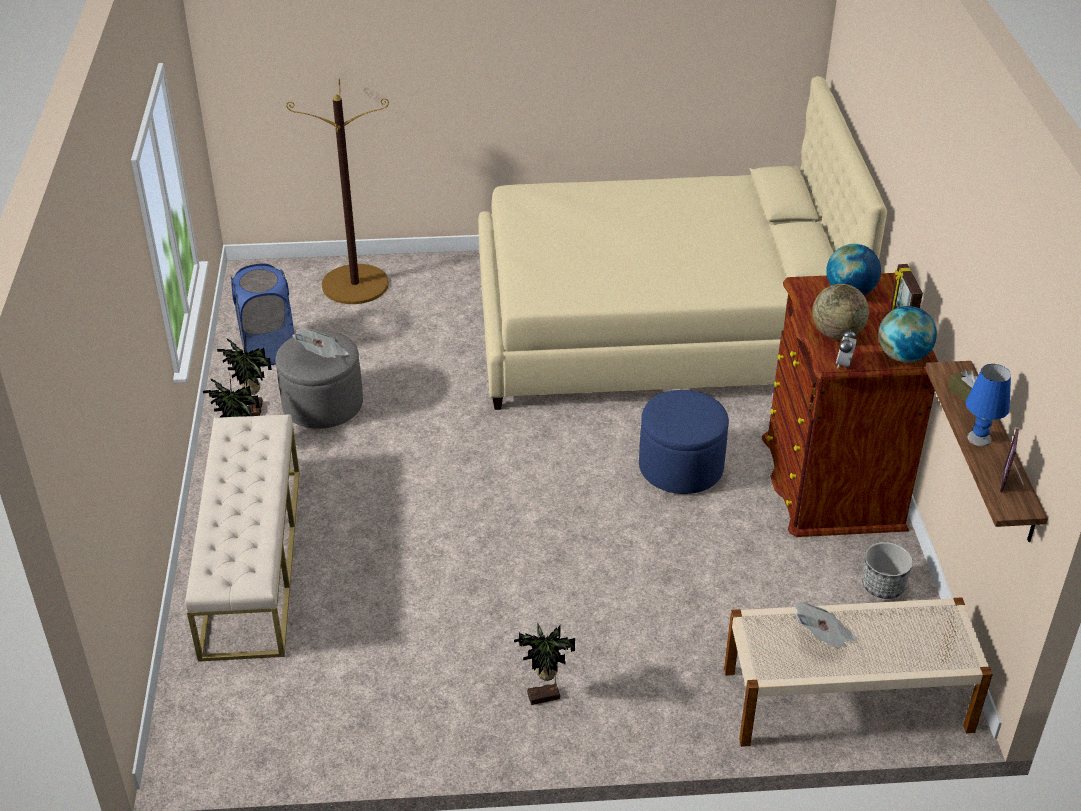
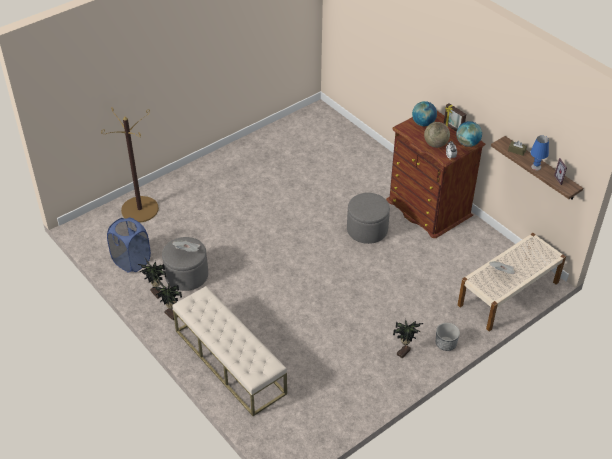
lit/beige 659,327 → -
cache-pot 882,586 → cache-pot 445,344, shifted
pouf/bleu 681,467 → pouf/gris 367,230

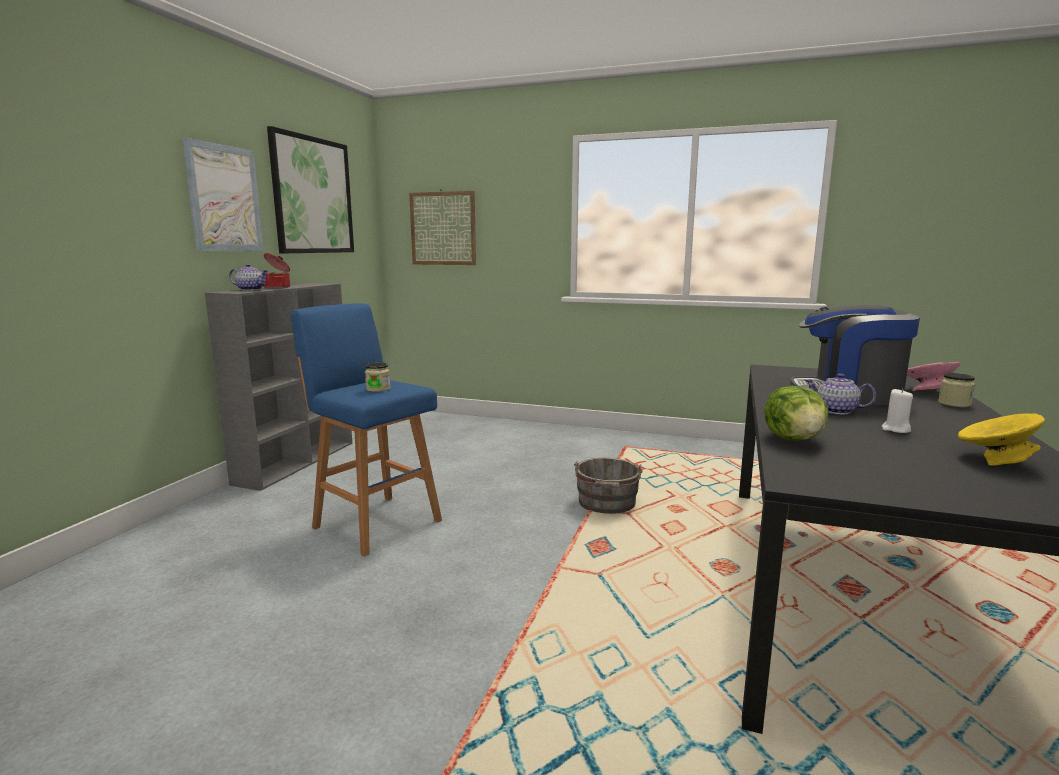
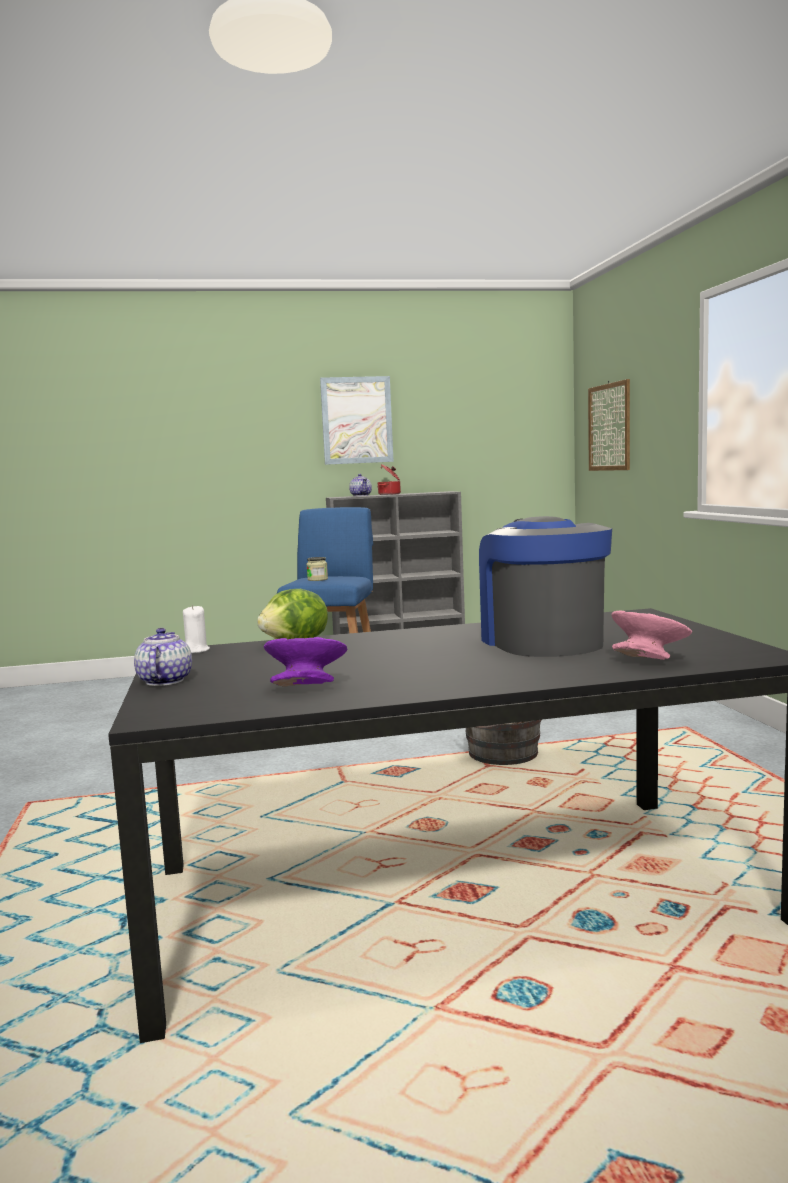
tableau 312,196 → -
bocal 954,403 → -
théière 836,411 → théière 164,681, shifted
bougie/blanc 895,429 → bougie/blanc 196,650, shifted
bol/jaune 994,460 → bol/violet 307,687

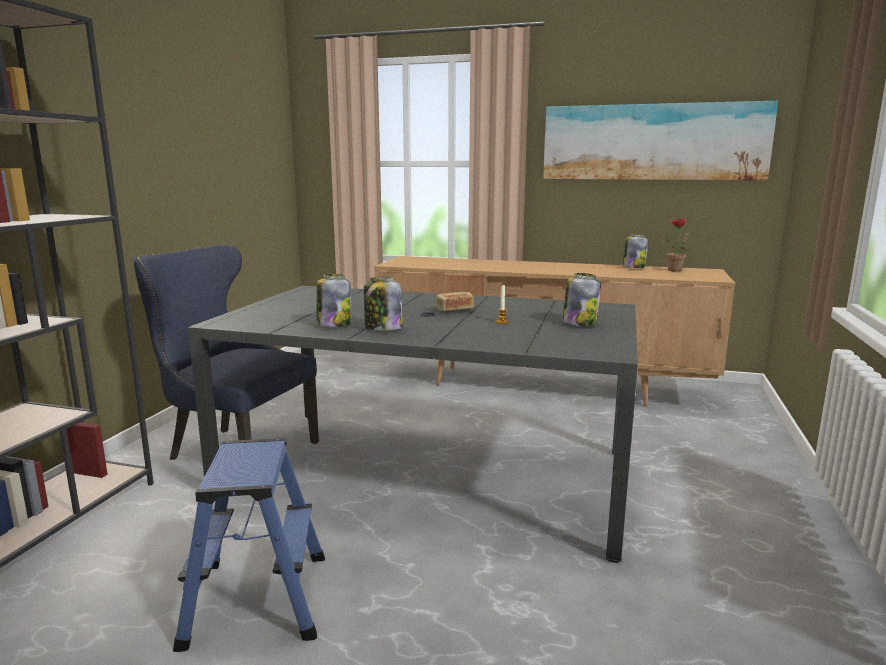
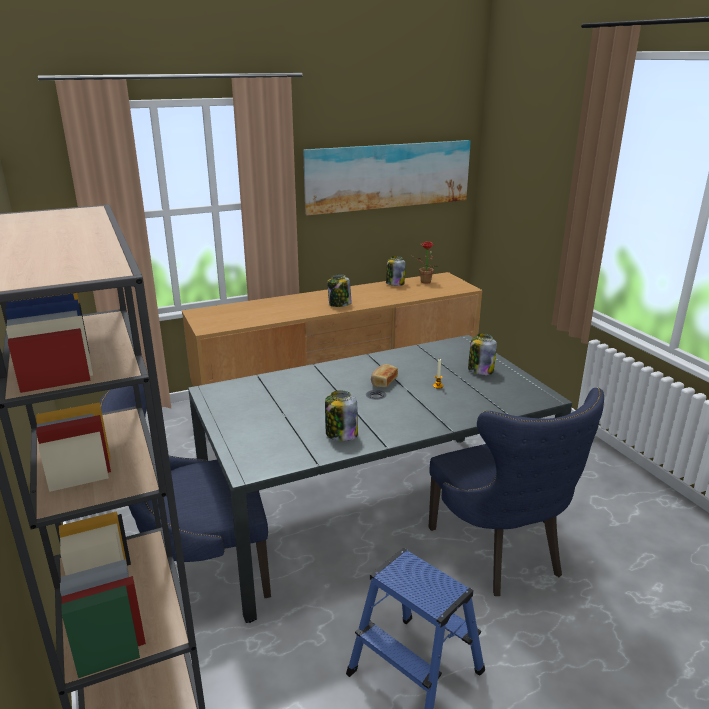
- → chaise/bleu 500,552
bocal 383,328 → bocal 339,304, shifted

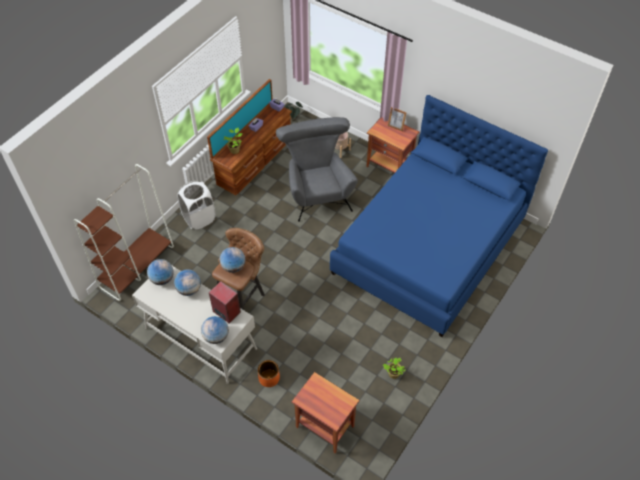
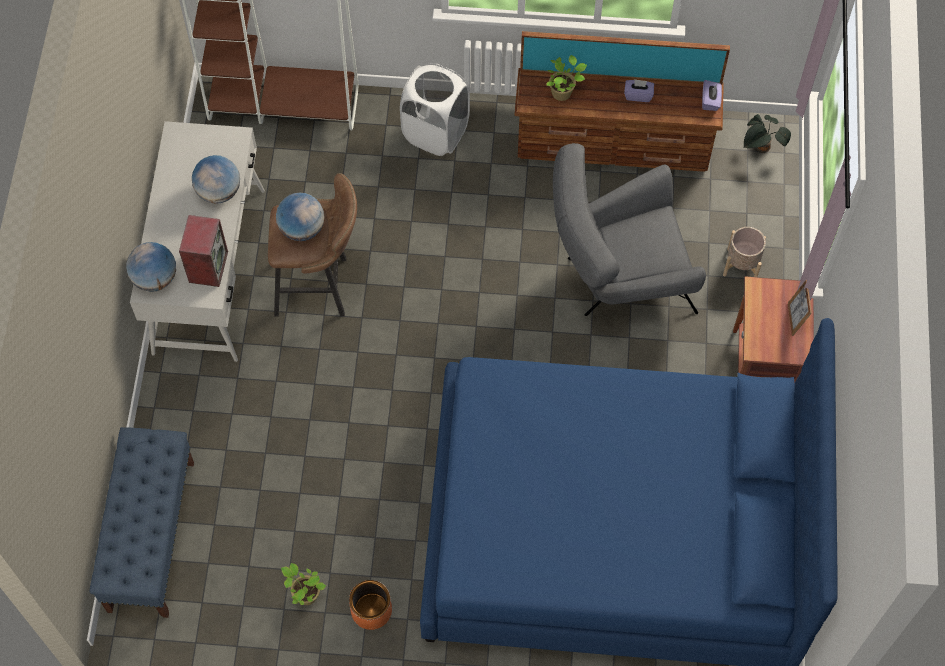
globe 162,279 → -
cache-pot/orange 269,378 → cache-pot/orange 371,610, shifted
table de chevet 324,427 → banc/bleu 151,535
fauteuil/gris 317,191 → fauteuil/gris 616,279, 150 degrees counterclockwise

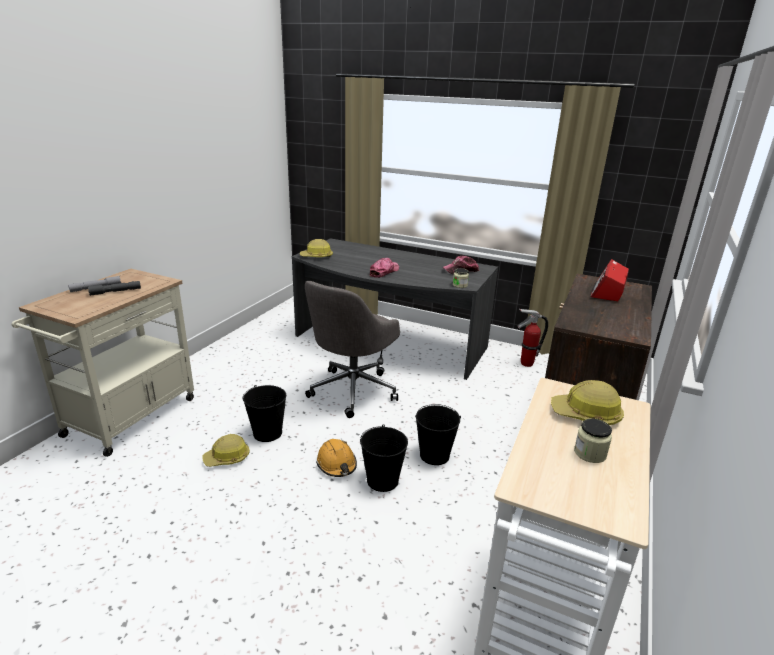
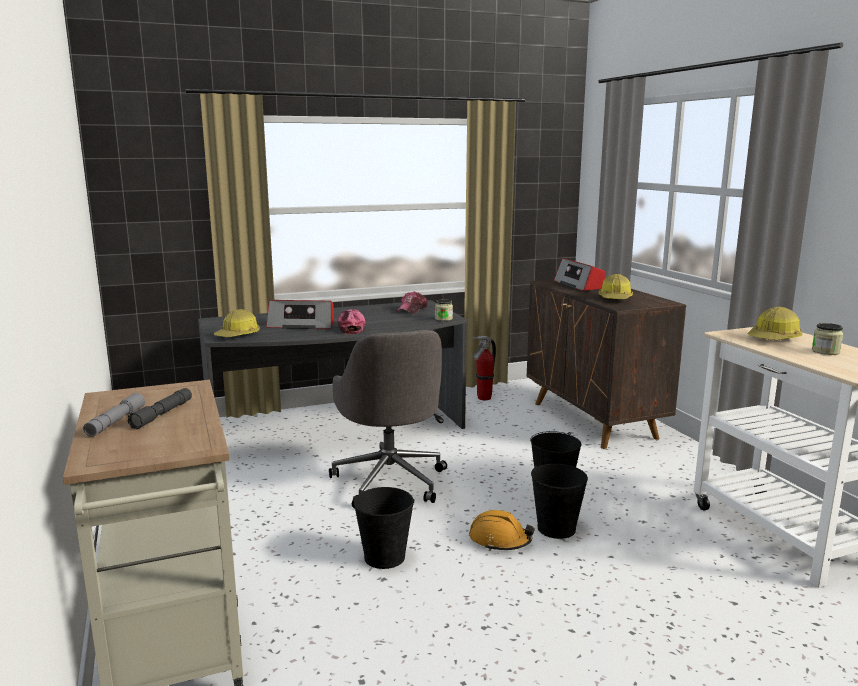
- → radio 302,325
casque de chantier 227,458 → casque de chantier 615,298, shifted

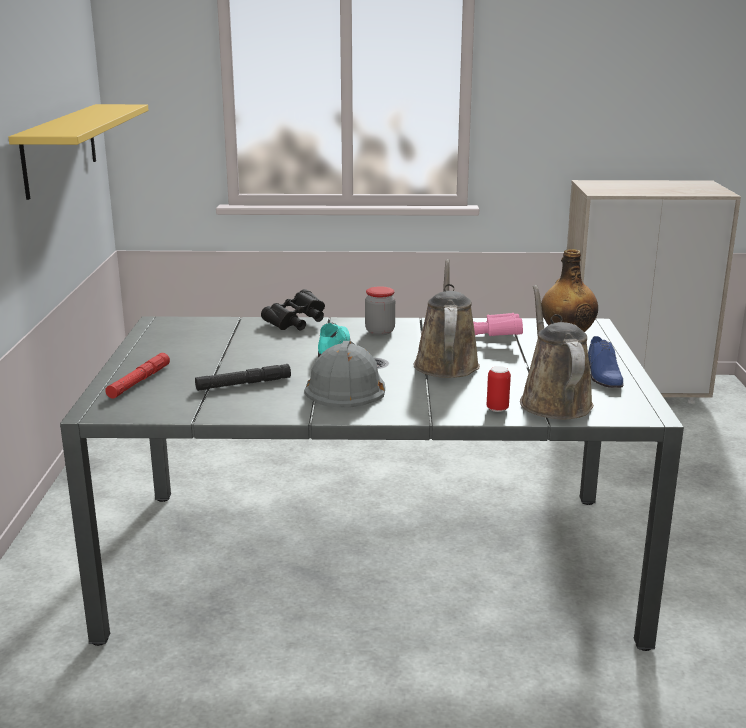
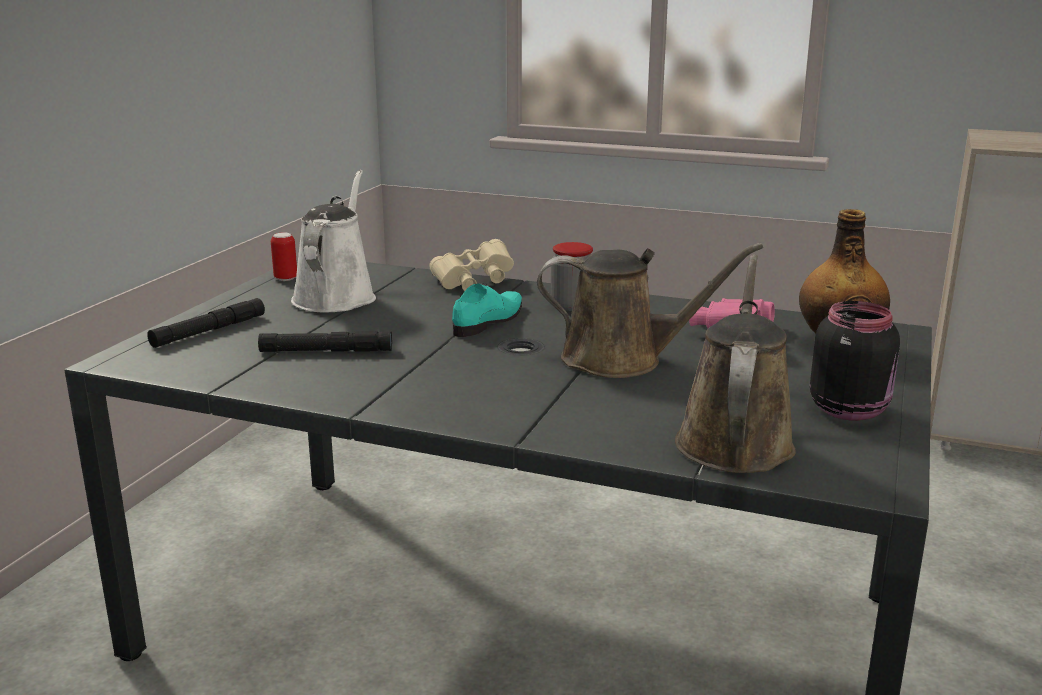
étagère/jaune 60,148 → -
casque de chantier/gris 346,386 → -
- → arrosoir/blanc 336,296
boîte métallique 497,409 → boîte métallique 286,278, shifted
chaussure/bleu 602,374 → bocal/noir 850,409
lampe de poche/rouge 139,381 → lampe de poche/noir 209,331
jumelles/noir 296,323 → jumelles/beige 474,283
arrosoir/marron 446,363 → arrosoir/marron 622,359, 75 degrees clockwise

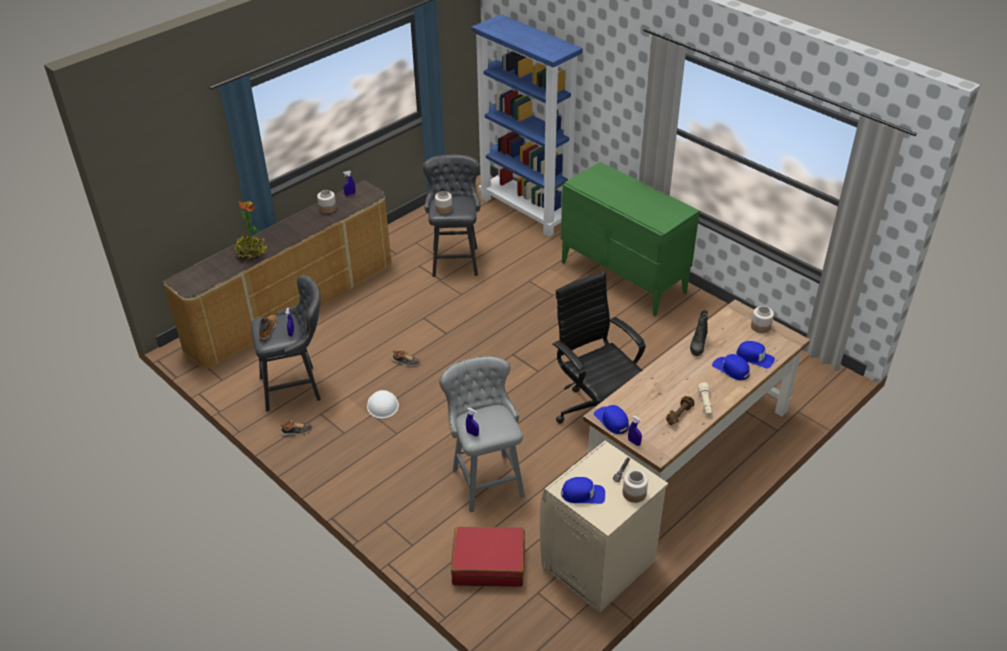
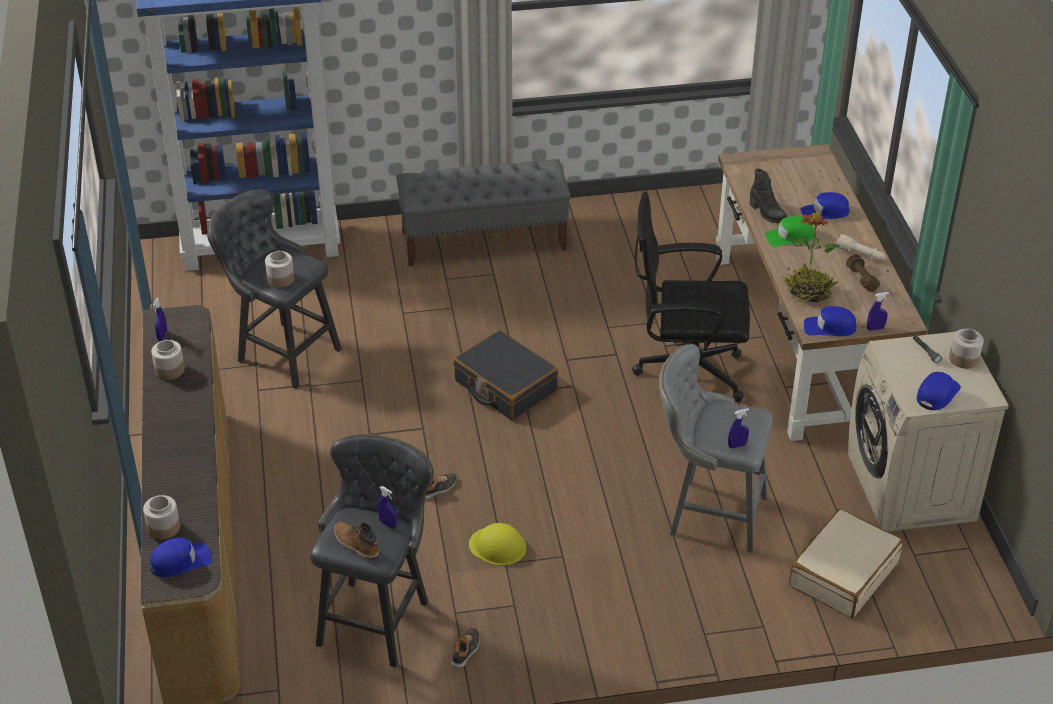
- → valise/noir 505,386
- → casquette/vert 789,237
plante en pot 251,253 → plante en pot 809,292, shifted
casquette/bleu 755,357 → casquette/bleu 181,561, shifted
bocal 761,326 → bocal 164,527, shifted
meuble de rangement/vert 623,278 → banc/gris 484,240
casque de chantier/blanc 382,405 → casque de chantier/jaune 498,546
valise/rouge 488,563 → valise/beige 843,574

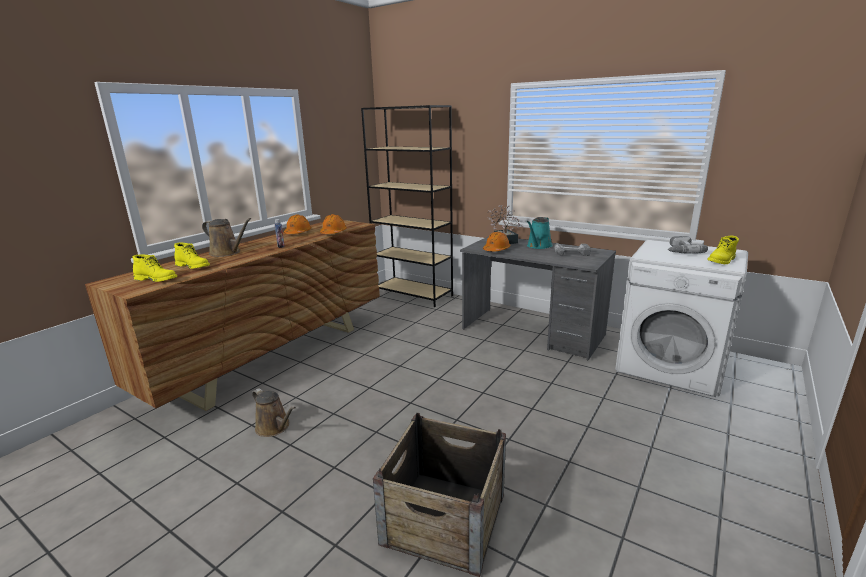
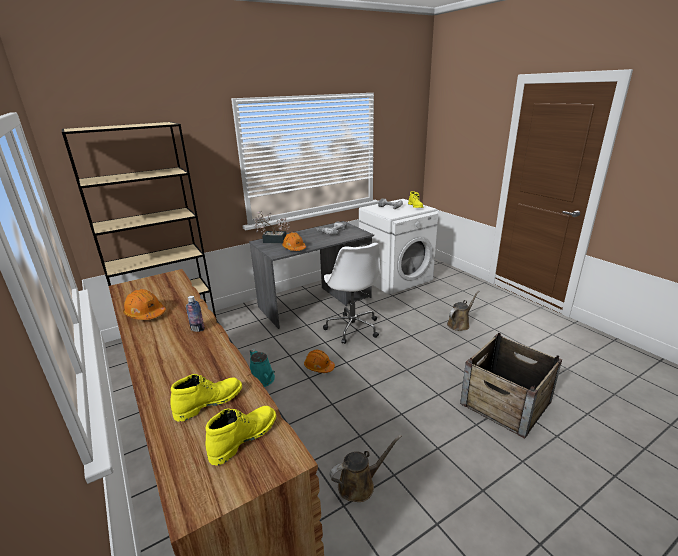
- → chaise de bureau/blanc 353,329
arrosoir/marron 227,253 → arrosoir/marron 459,324, shifted
casque de chantier/orange 333,233 → casque de chantier/orange 319,367, shifted
arrosoir/turquoise 538,246 → arrosoir/turquoise 263,380, shifted

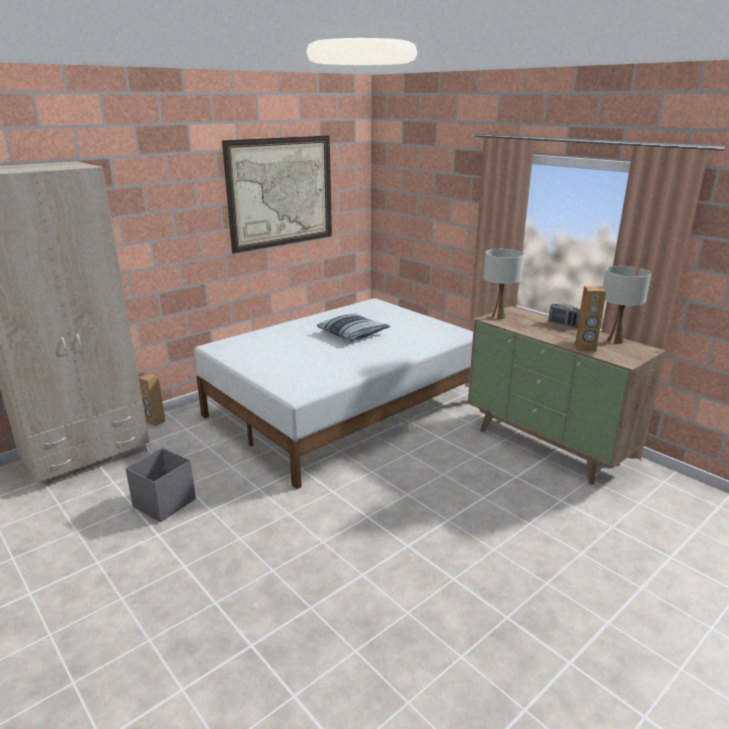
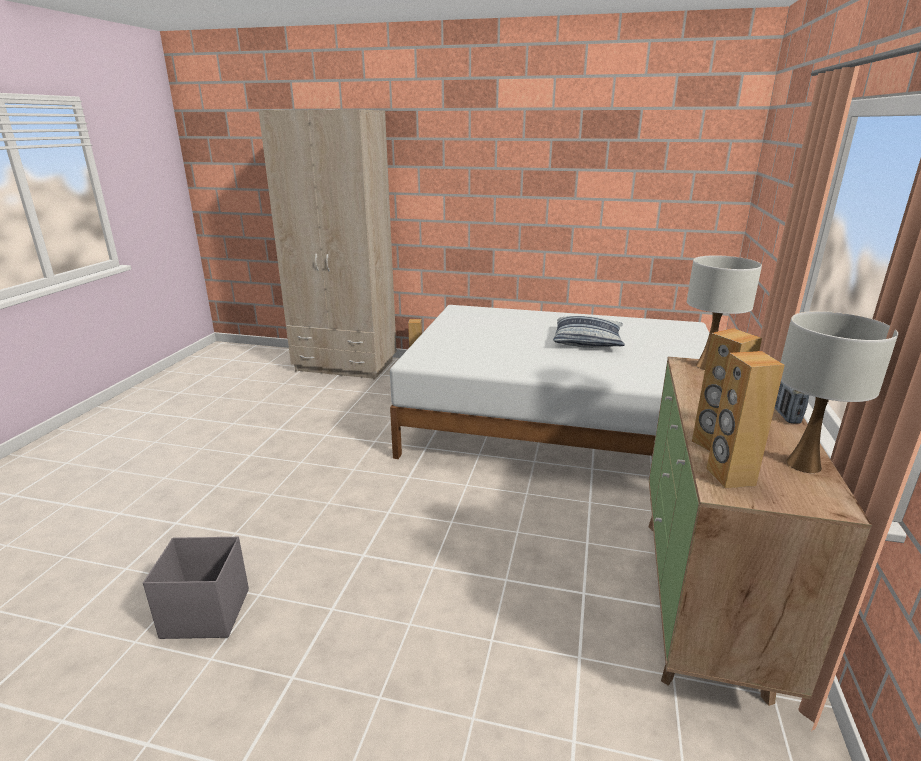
tableau 281,192 → -
- → enceinte/marron 729,477
boîte de rangement/gris 163,503 → boîte de rangement/gris 205,613, shifted

